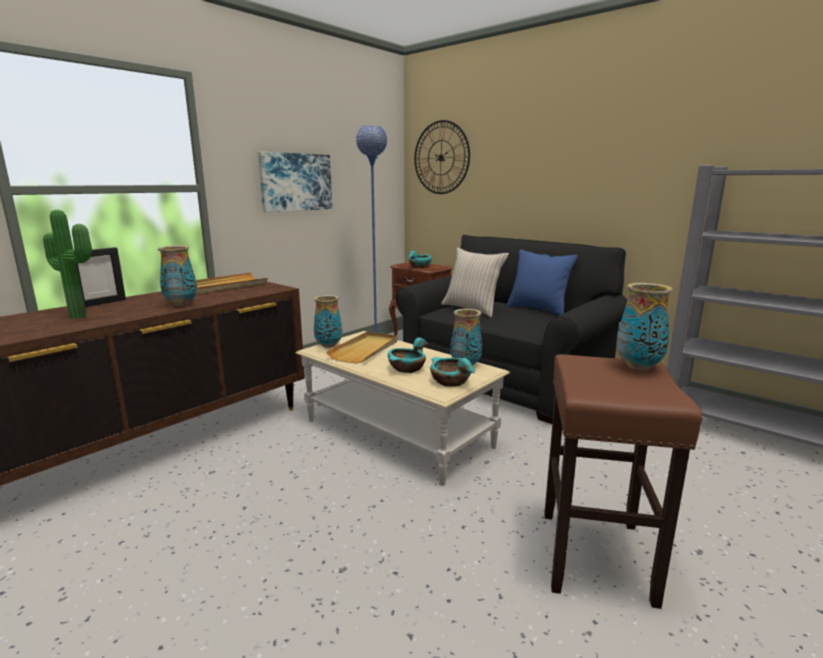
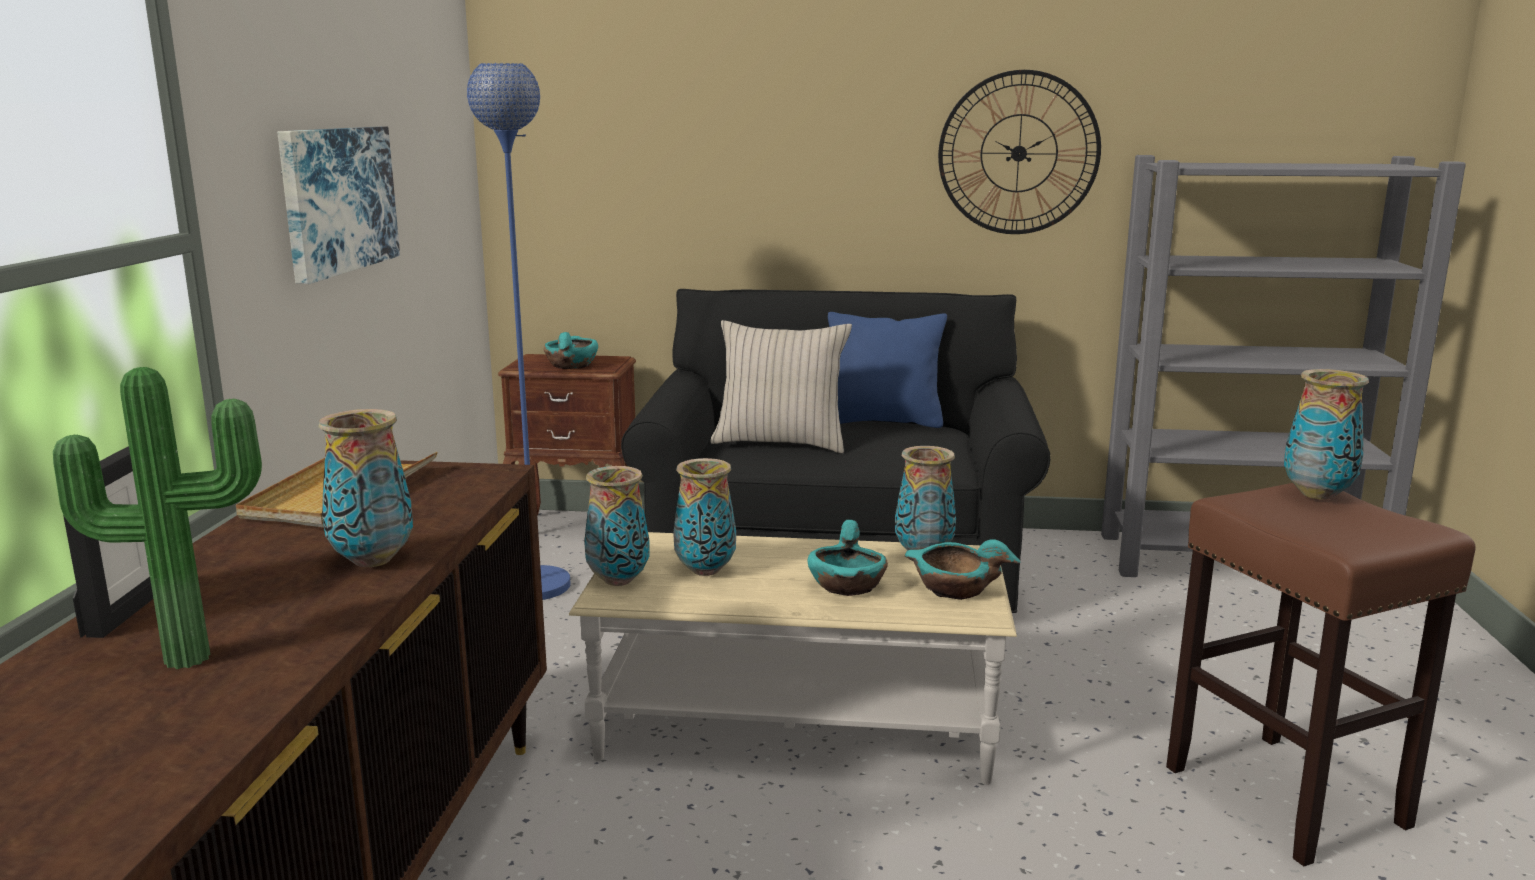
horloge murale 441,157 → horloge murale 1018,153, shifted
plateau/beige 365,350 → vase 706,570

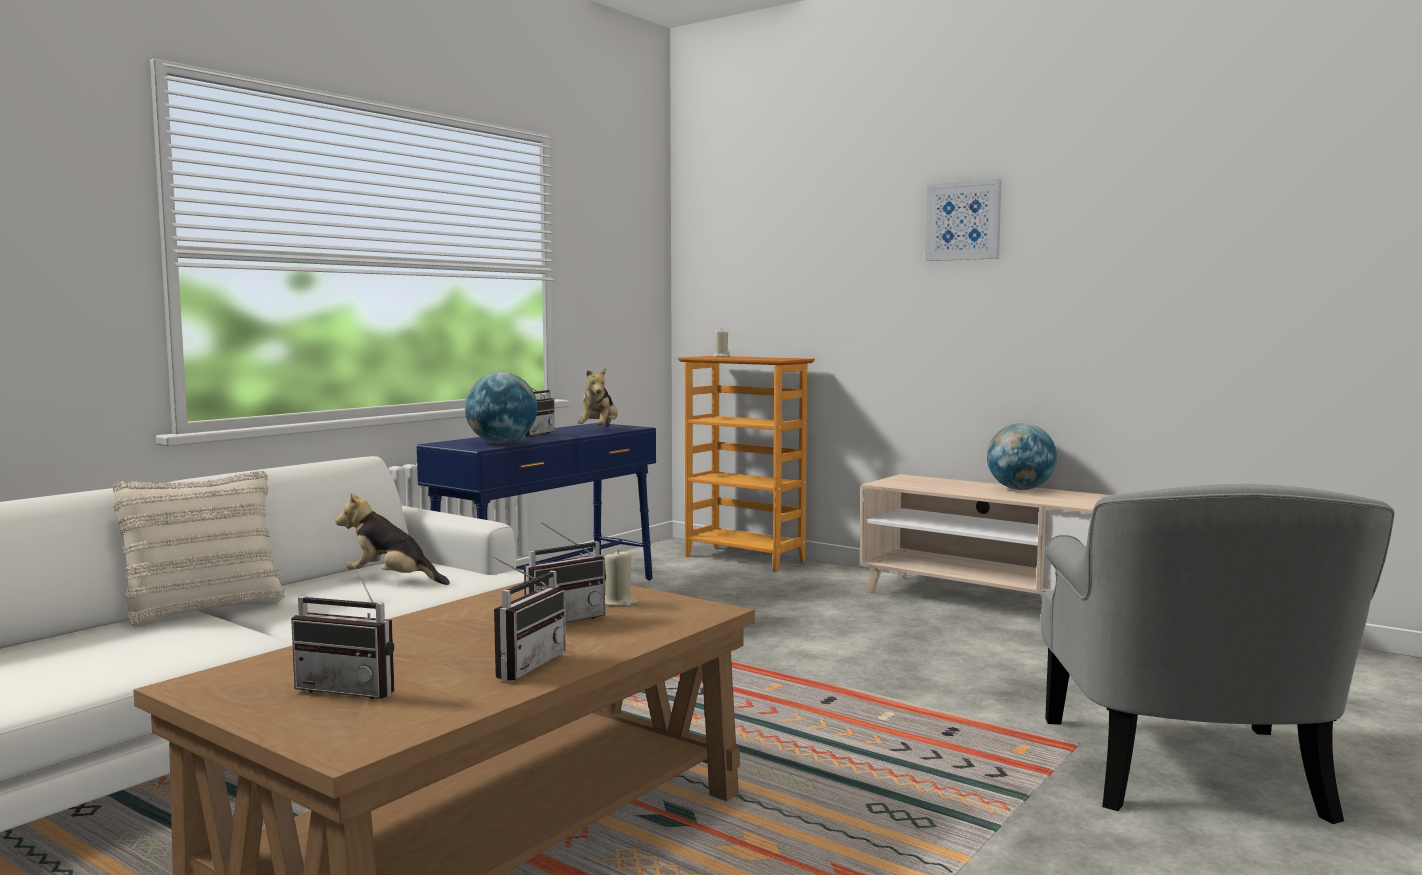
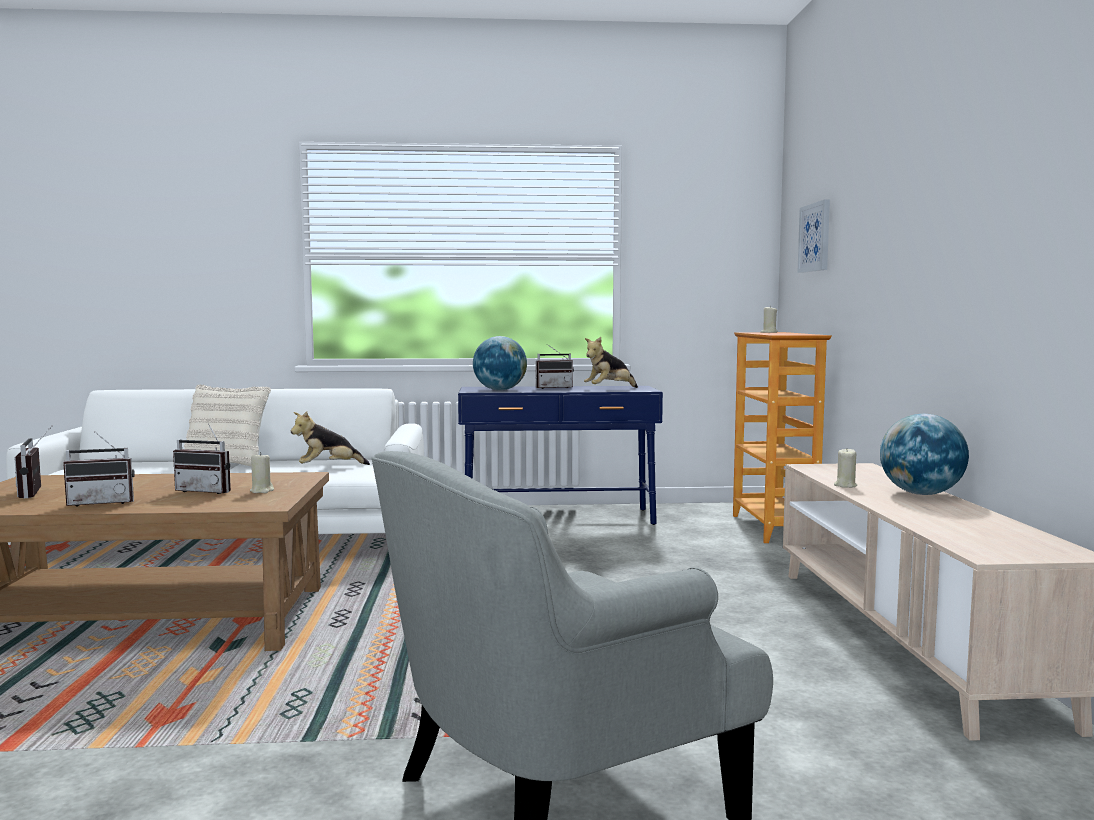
- → bougie/beige 845,485
tableau 963,221 → tableau 815,237, shifted
peluche 392,581 → peluche 328,468, 90 degrees counterclockwise

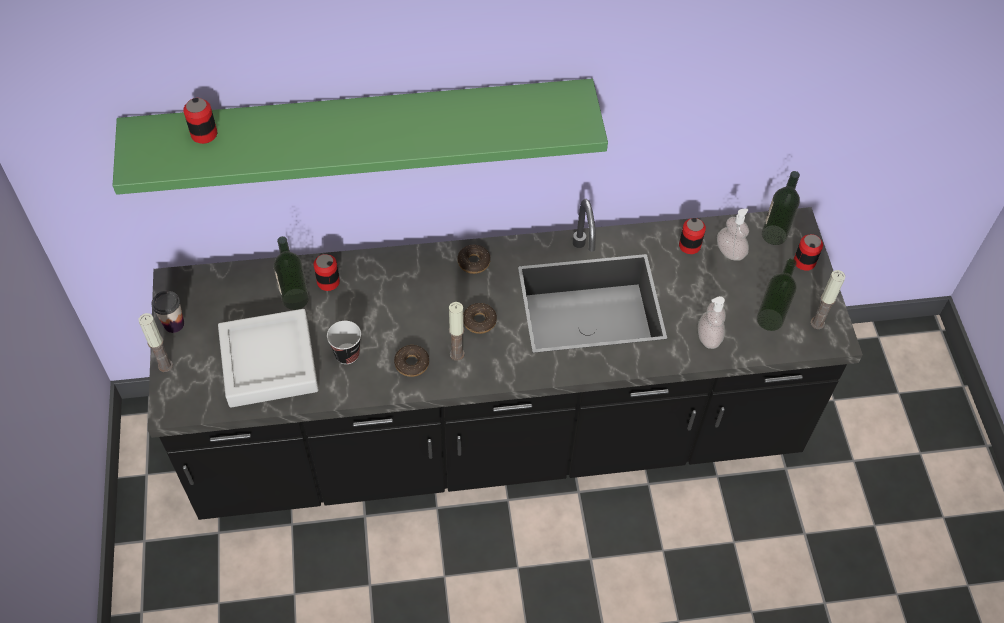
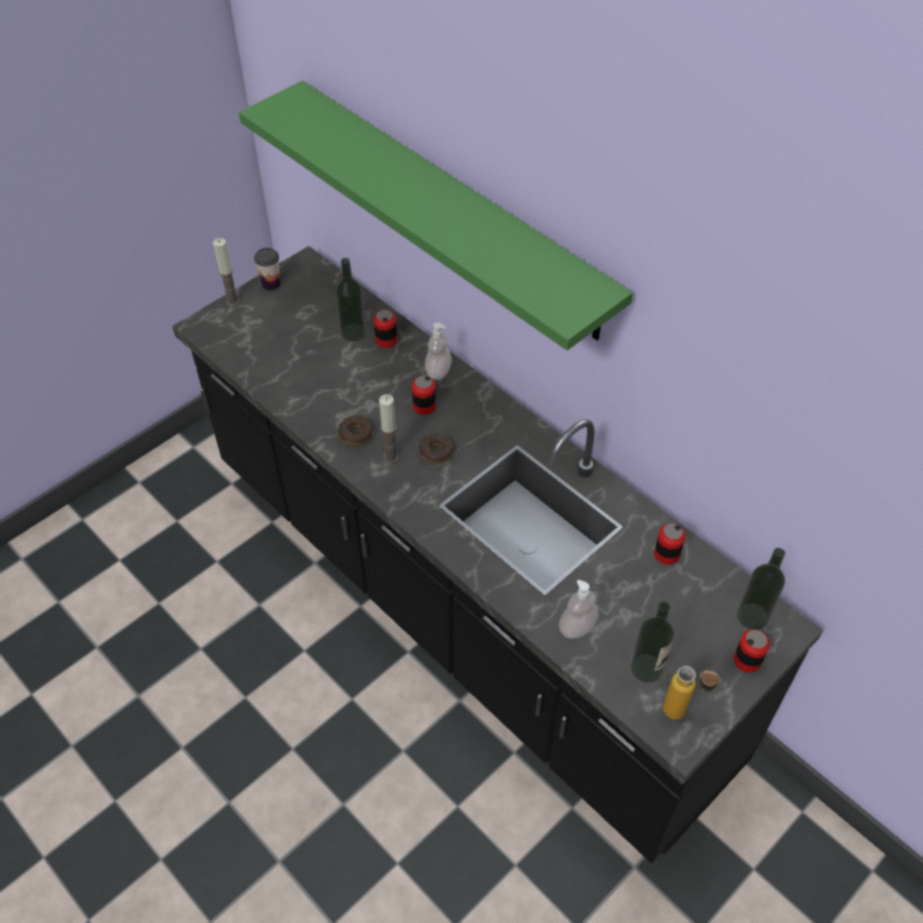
plateau/gris 269,363 → -
tasse 347,354 → -
beignet 473,262 → -
boîte métallique 204,134 → boîte métallique 424,406, shifted
distributeur de savon 730,252 → distributeur de savon 438,371, shifted
bougie 817,323 → bouteille 683,713

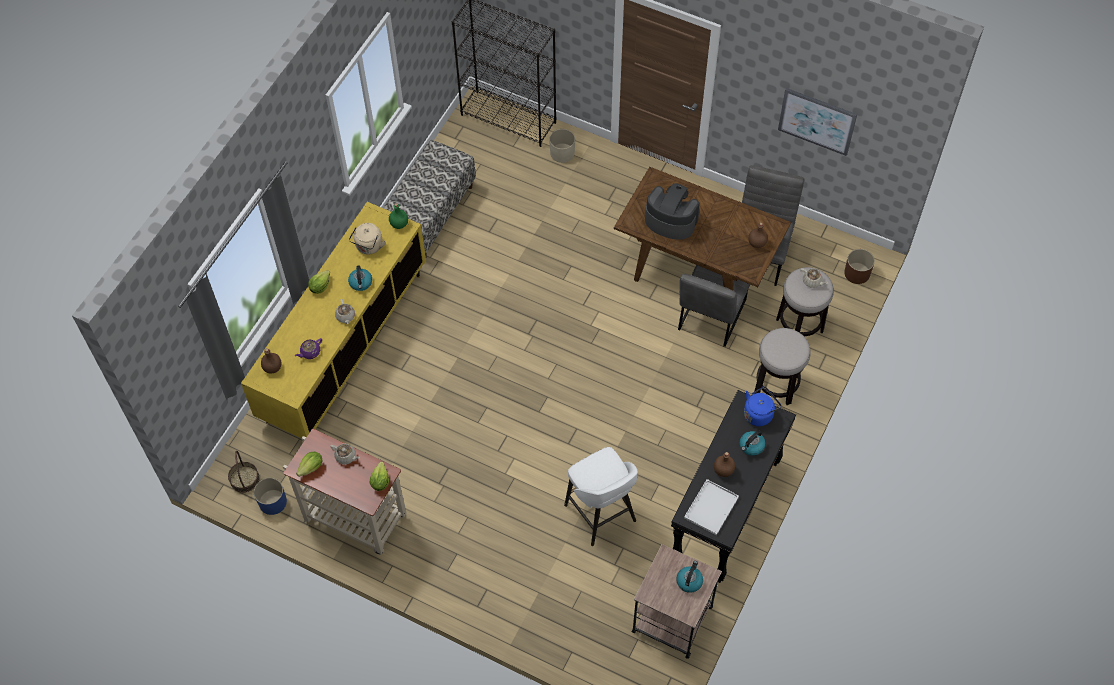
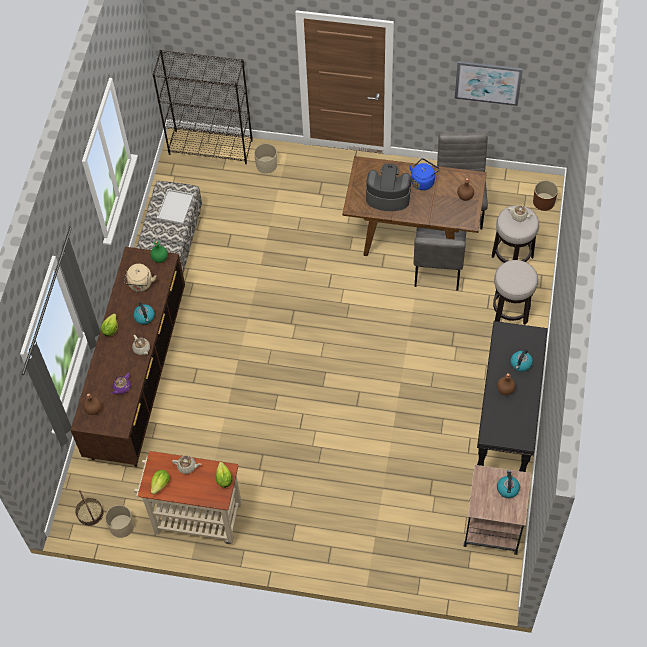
tabouret/blanc 601,515 → -
plateau/blanc 711,506 → plateau/blanc 175,206, shifted
bouilloire/bleu 759,413 → bouilloire/bleu 423,181, shifted
meuble de rangement/jaune 345,347 → meuble de rangement/marron 138,377
cache-pot/bleu 272,502 → cache-pot/beige 121,526

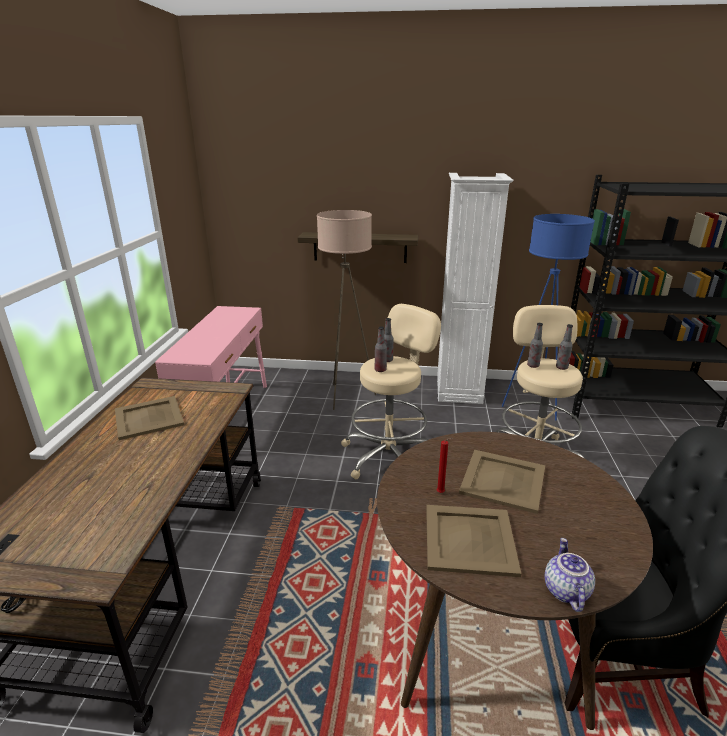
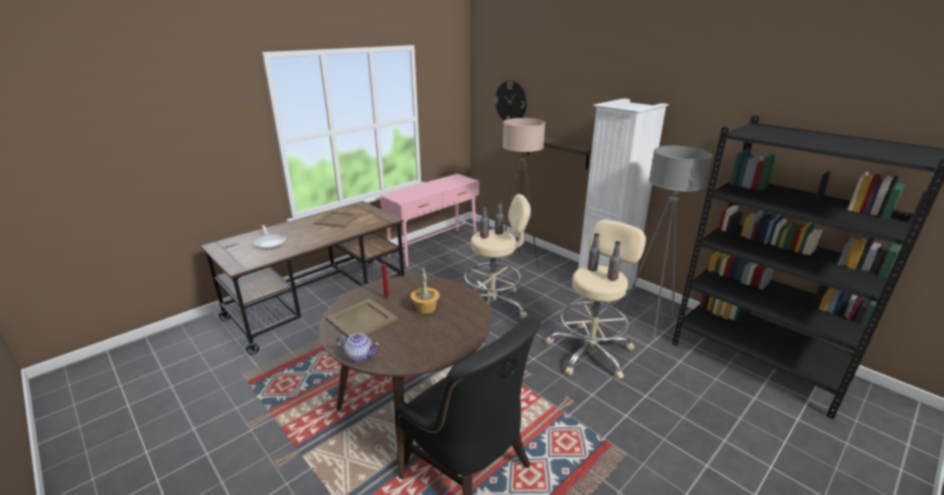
- → poêle 270,243
- → horloge murale 511,102
plateau/beige 504,480 → plante en pot 426,308
lampadaire/bleu 532,406 → lampadaire/gris 649,321
théière 564,590 → théière 360,356, 60 degrees clockwise

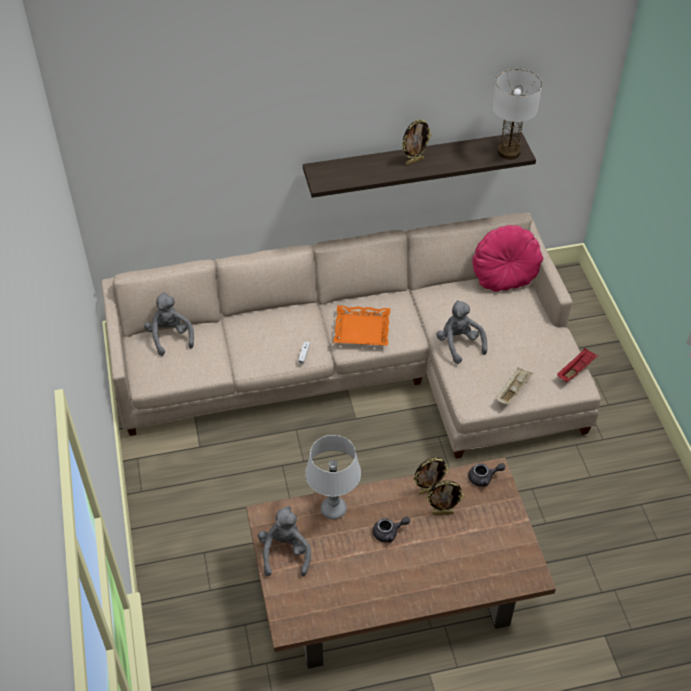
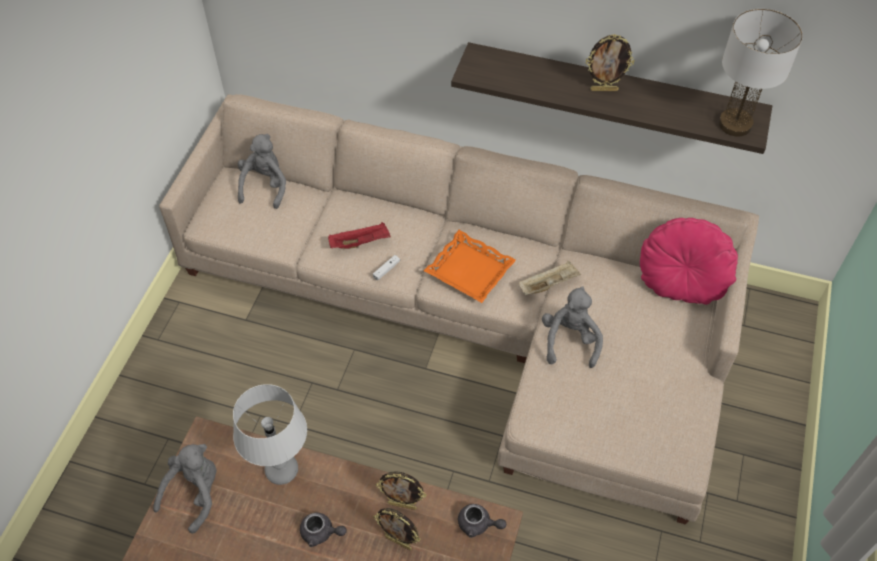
plateau/beige 513,391 → plateau/beige 548,284, shifted
plateau/rouge 576,370 → plateau/rouge 360,242, shifted

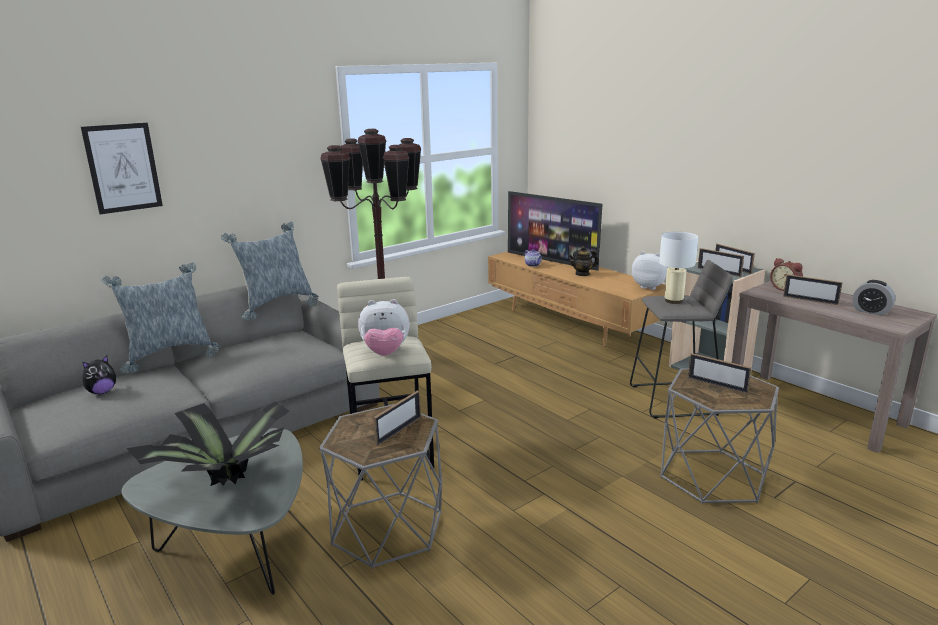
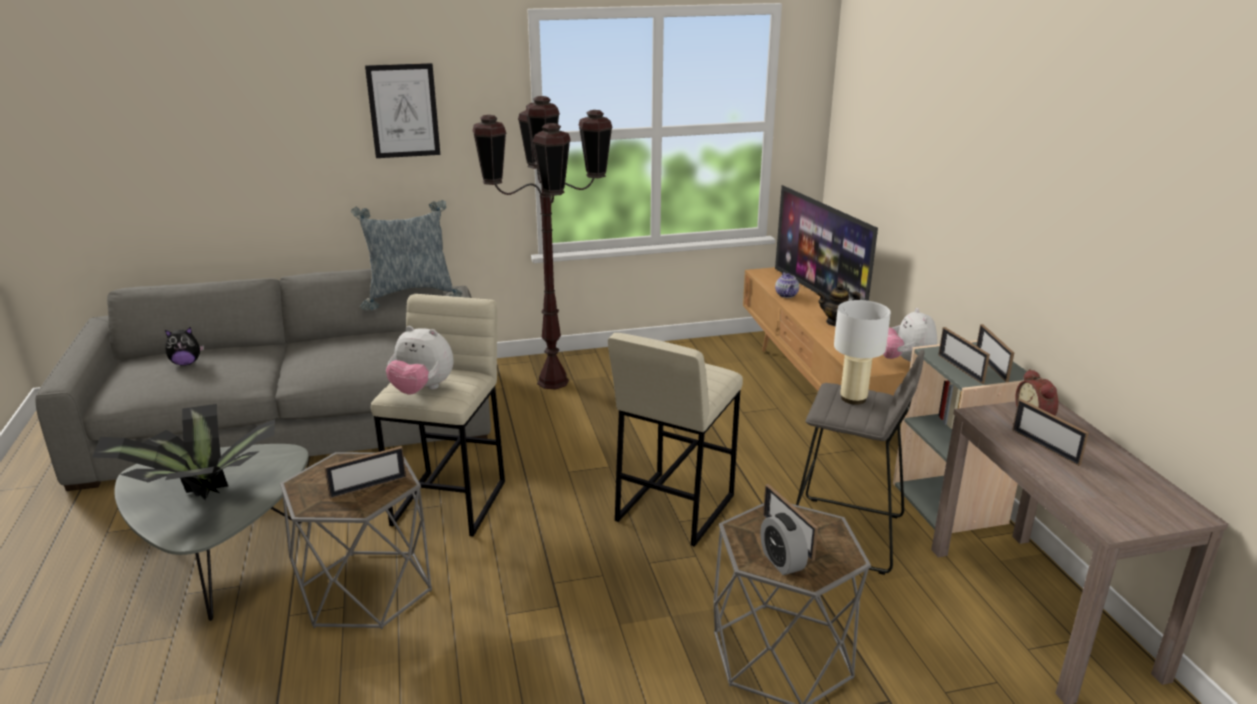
coussin 169,360 → -
- → tabouret/beige 674,509
tableau 123,168 → tableau 403,111, shifted
réveil 871,311 → réveil 782,562, shifted
peluche 649,287 → peluche 906,363, 150 degrees counterclockwise

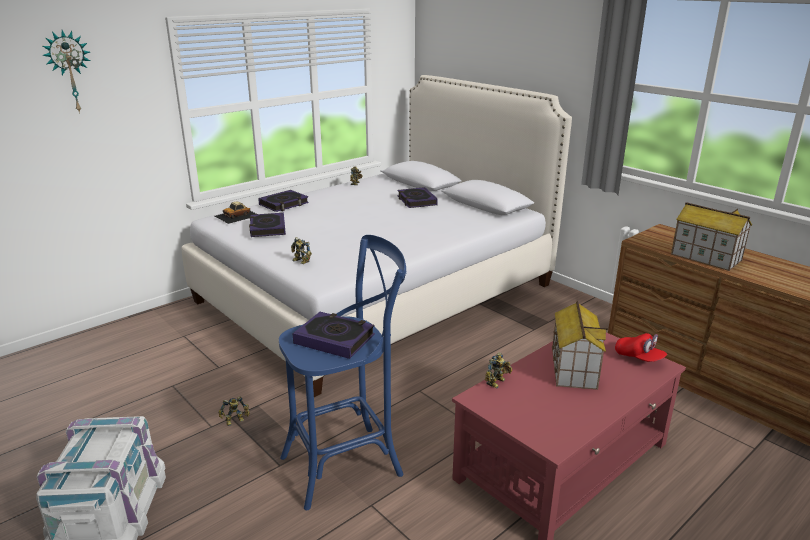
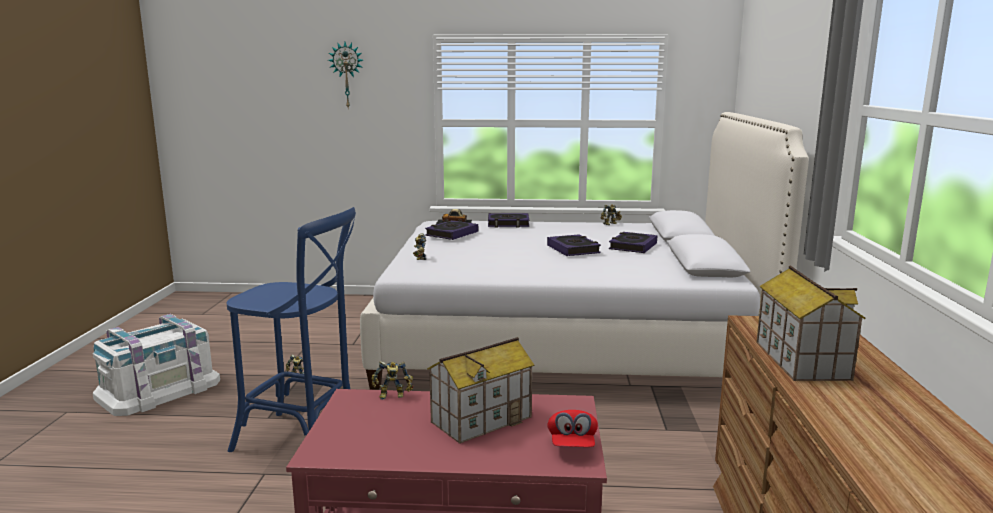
livre 334,339 → livre 573,249, shifted

